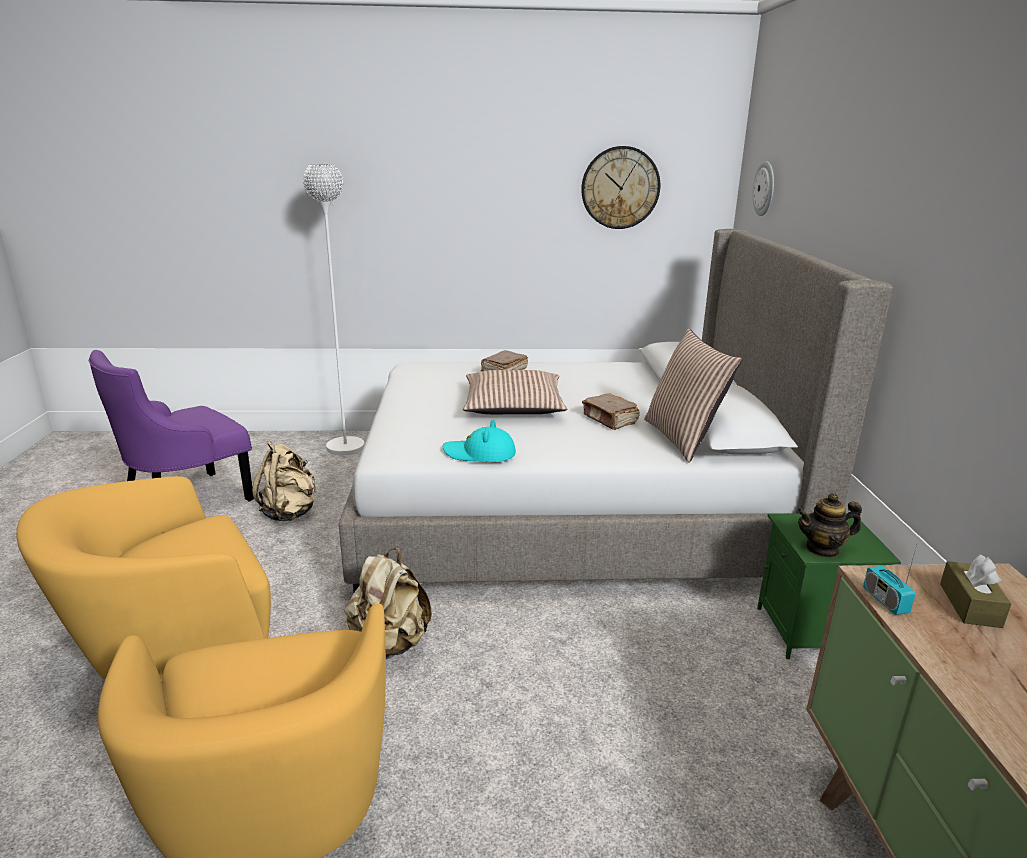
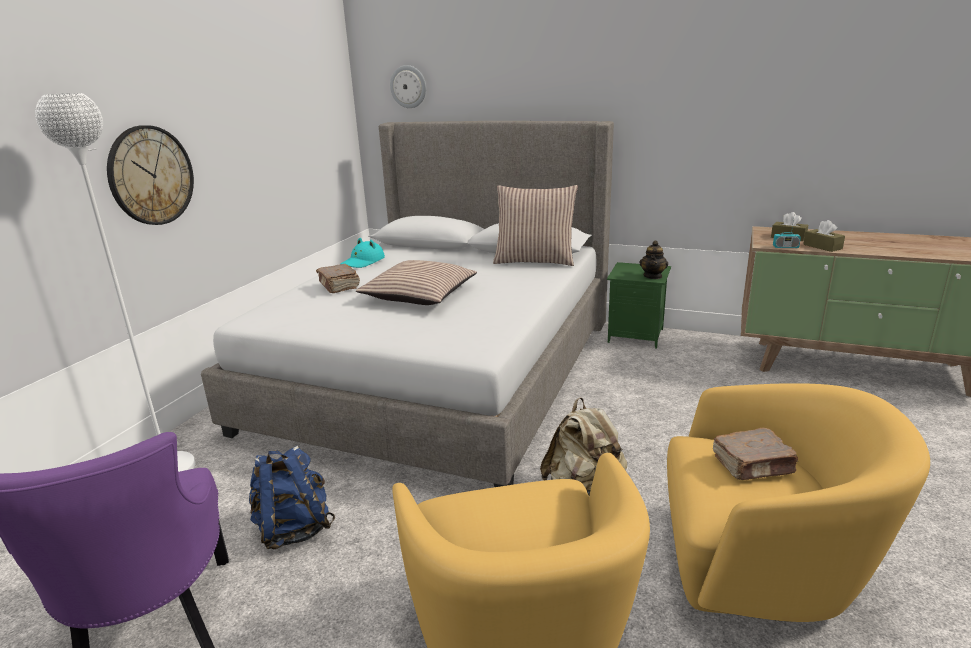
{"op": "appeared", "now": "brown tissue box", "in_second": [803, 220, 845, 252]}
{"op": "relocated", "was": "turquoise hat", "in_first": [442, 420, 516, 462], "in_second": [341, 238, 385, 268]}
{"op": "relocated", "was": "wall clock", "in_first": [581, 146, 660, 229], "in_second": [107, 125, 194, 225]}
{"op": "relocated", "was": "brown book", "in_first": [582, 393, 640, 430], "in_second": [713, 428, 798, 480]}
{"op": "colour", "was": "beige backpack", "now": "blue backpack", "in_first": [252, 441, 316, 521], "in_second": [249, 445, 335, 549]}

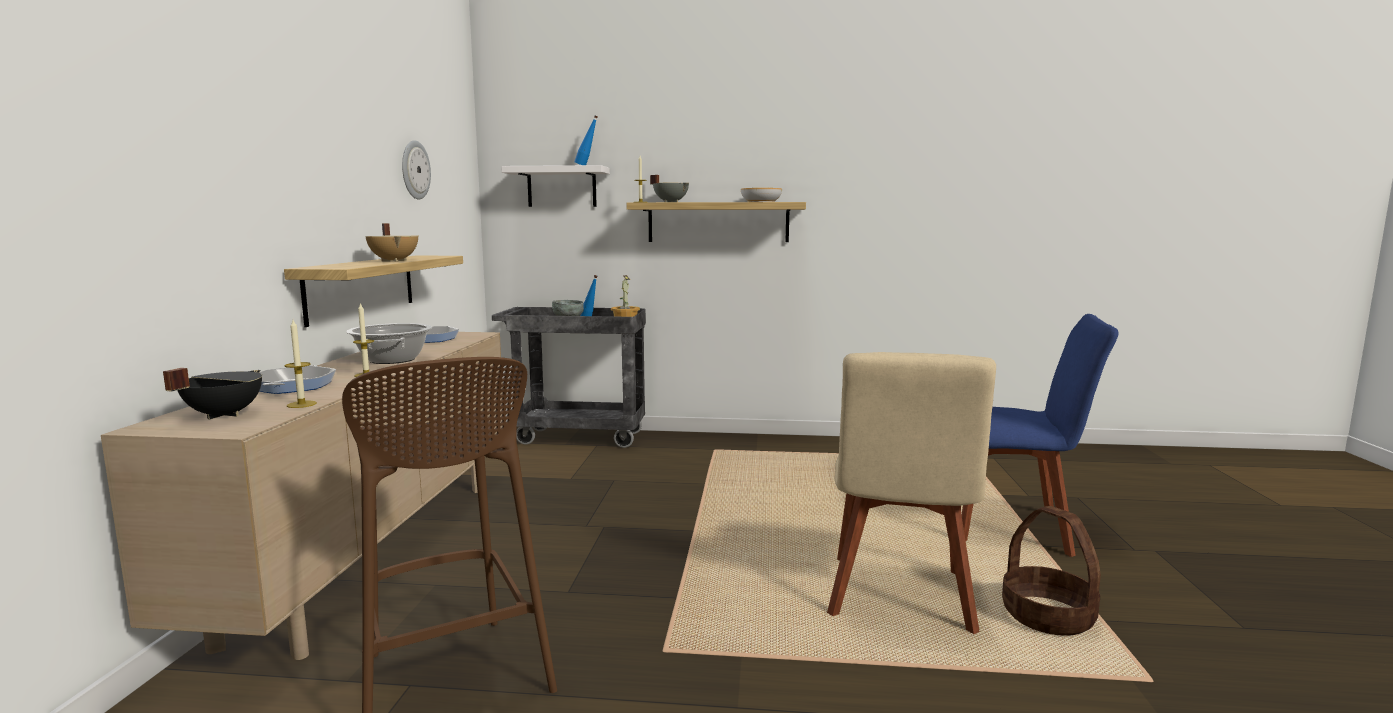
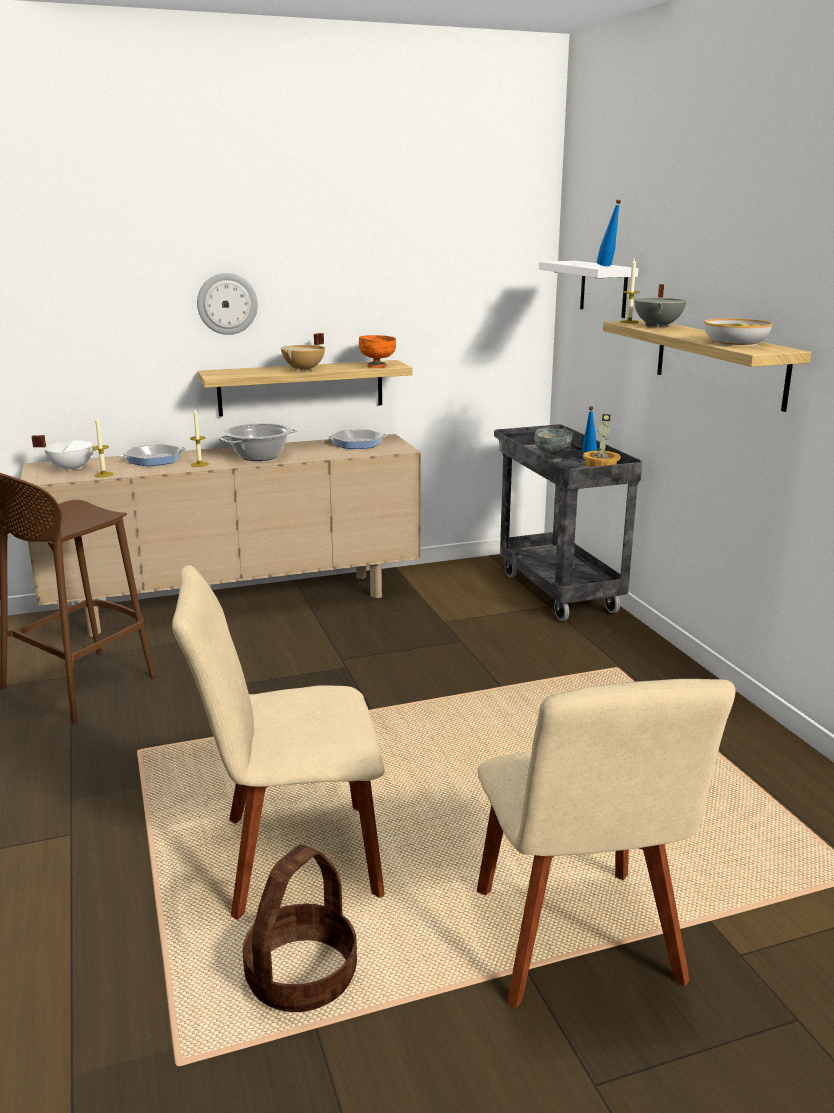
{"op": "appeared", "now": "orange bowl", "in_second": [359, 335, 396, 368]}
{"op": "relocated", "was": "wall clock", "in_first": [402, 140, 431, 200], "in_second": [197, 273, 258, 335]}
{"op": "colour", "was": "black cooking pot", "now": "white cooking pot", "in_first": [163, 368, 262, 419], "in_second": [31, 435, 98, 472]}
{"op": "colour", "was": "blue chair", "now": "beige chair", "in_first": [962, 314, 1119, 557], "in_second": [477, 679, 736, 1008]}

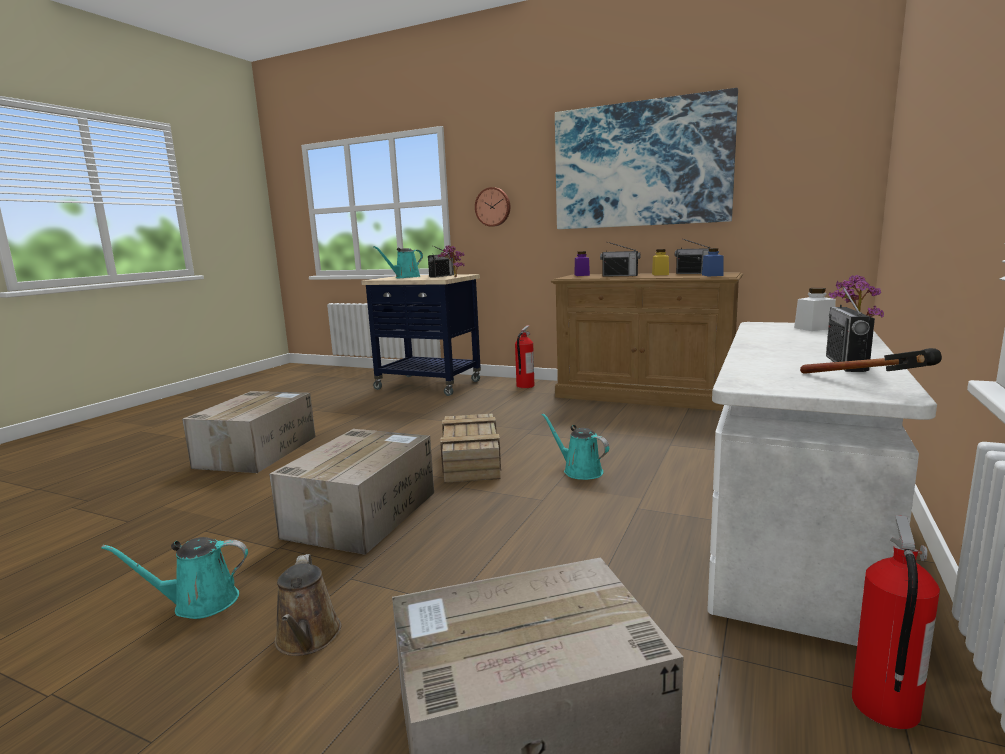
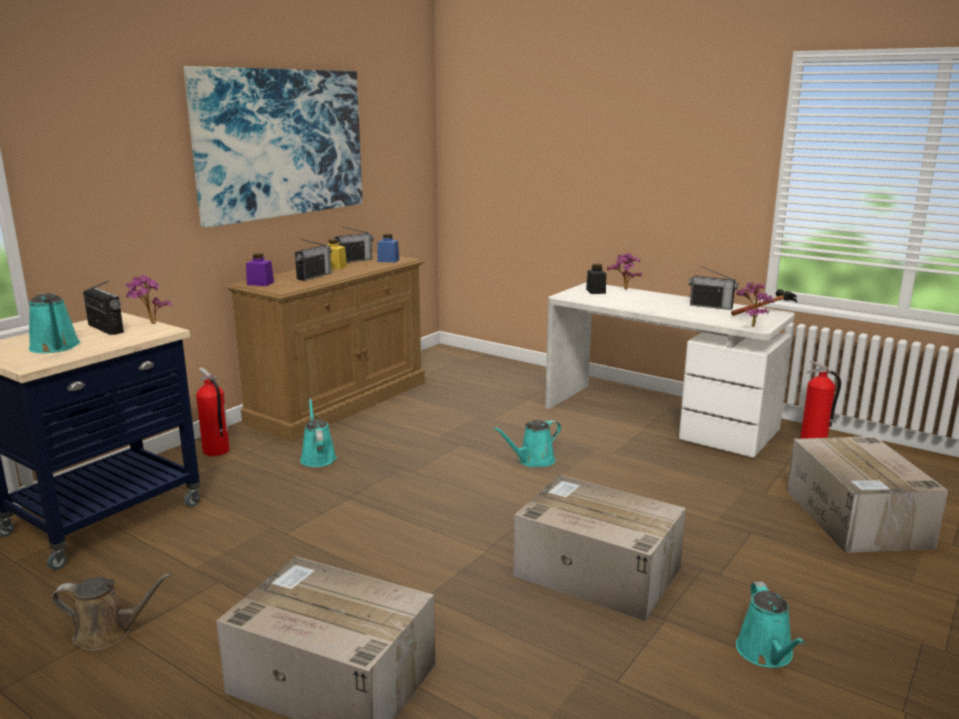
{"op": "missing", "was": "crate", "in_first": [440, 414, 501, 483]}
{"op": "missing", "was": "wall clock", "in_first": [475, 187, 510, 227]}
{"op": "appeared", "now": "turquoise watering can", "in_second": [300, 398, 337, 467]}
{"op": "appeared", "now": "potted plant", "in_second": [736, 282, 775, 327]}
{"op": "relocated", "was": "brown watering can", "in_first": [274, 554, 341, 656], "in_second": [52, 573, 171, 651]}
{"op": "colour", "was": "white jar", "now": "black jar", "in_first": [794, 288, 836, 331], "in_second": [586, 263, 606, 294]}

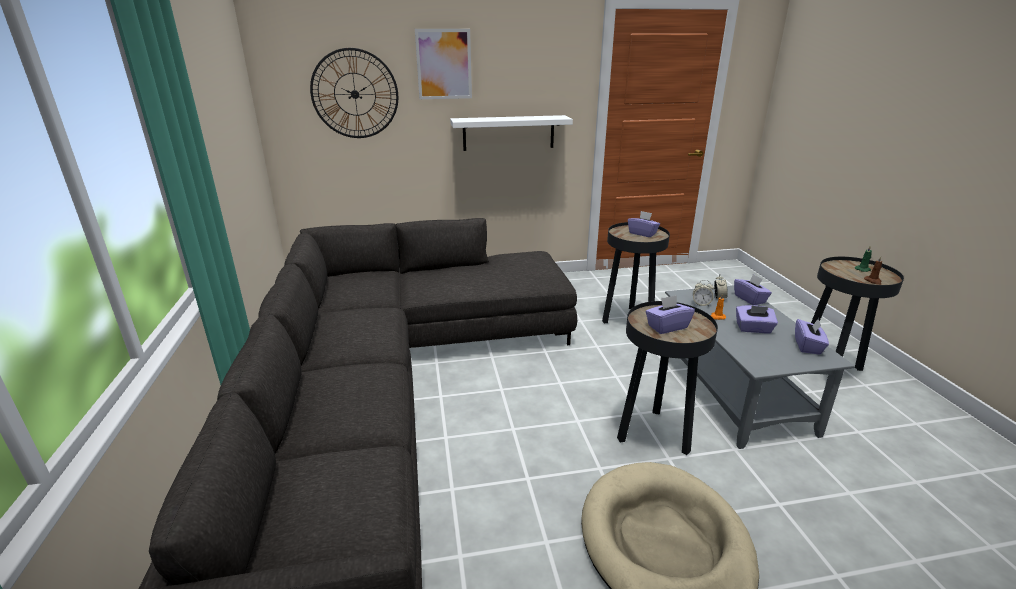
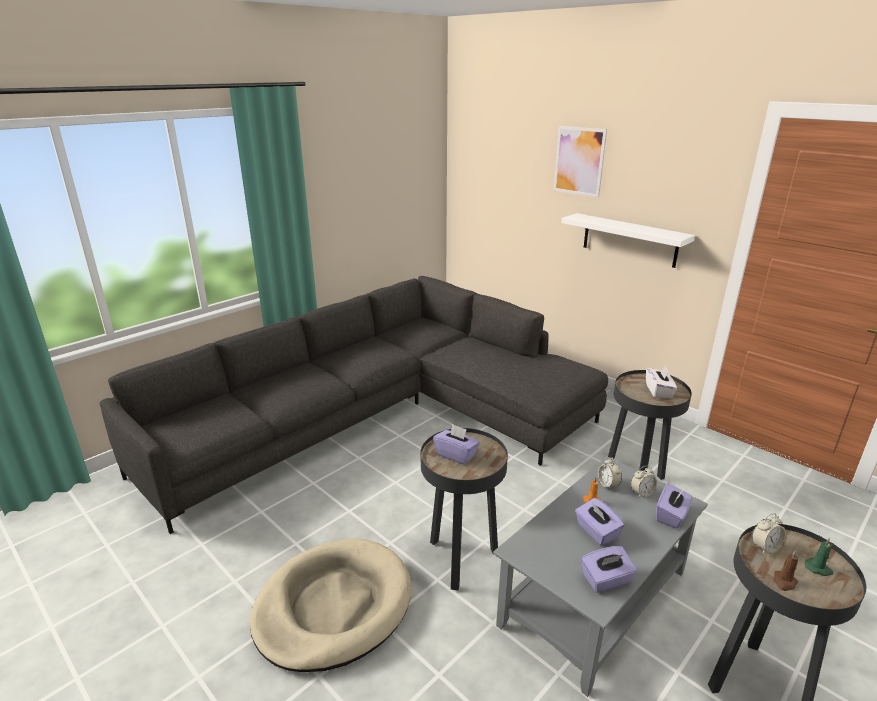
{"op": "missing", "was": "wall clock", "in_first": [310, 48, 398, 138]}
{"op": "appeared", "now": "alarm clock", "in_second": [752, 513, 786, 555]}
{"op": "colour", "was": "purple tissue box", "now": "white tissue box", "in_first": [628, 211, 660, 237], "in_second": [646, 366, 677, 398]}

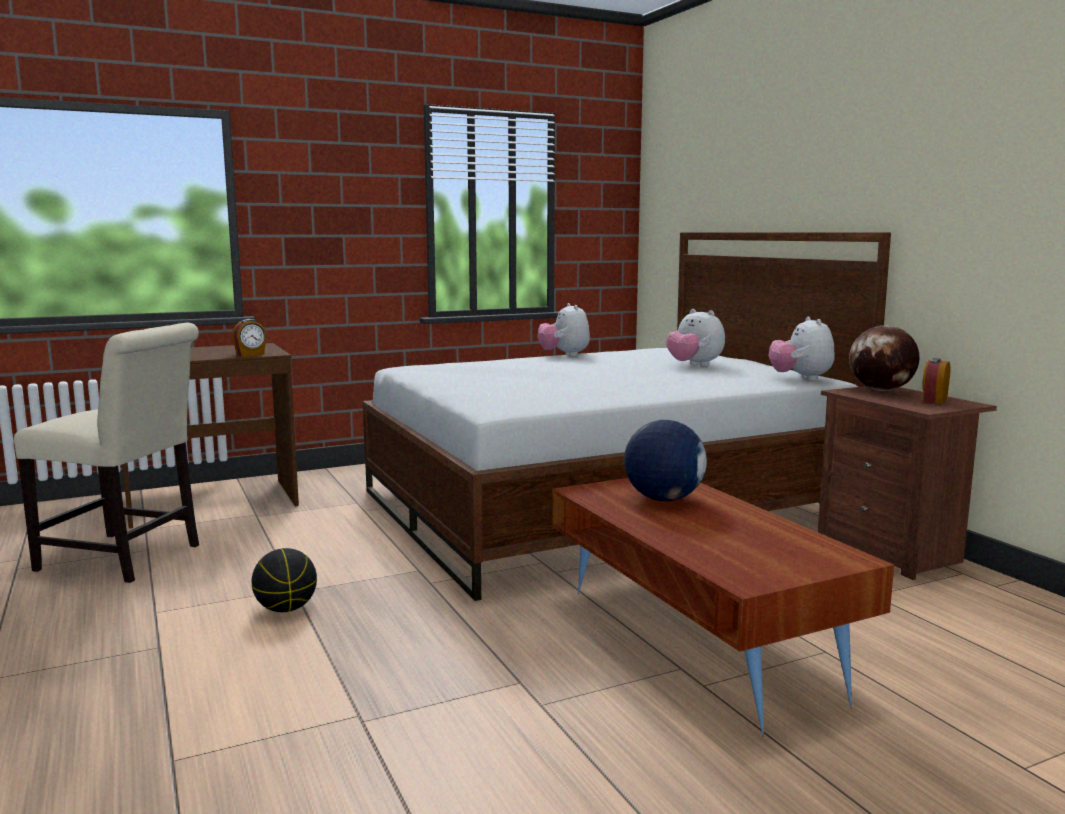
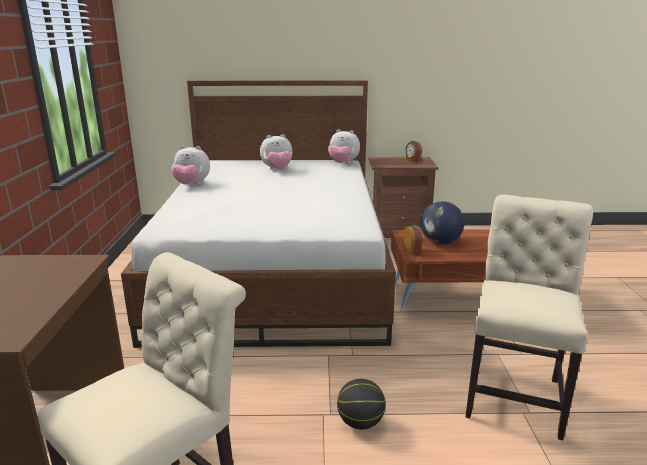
{"op": "missing", "was": "globe", "in_first": [849, 325, 919, 391]}
{"op": "appeared", "now": "beige chair", "in_second": [465, 195, 593, 440]}
{"op": "relocated", "was": "alarm clock", "in_first": [232, 319, 266, 357], "in_second": [403, 225, 423, 255]}

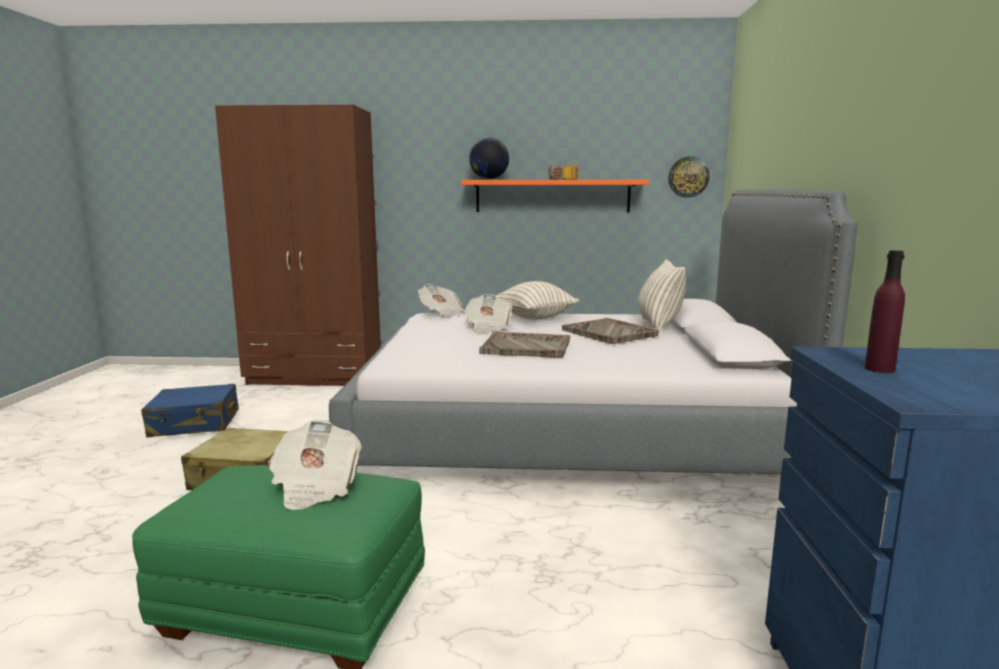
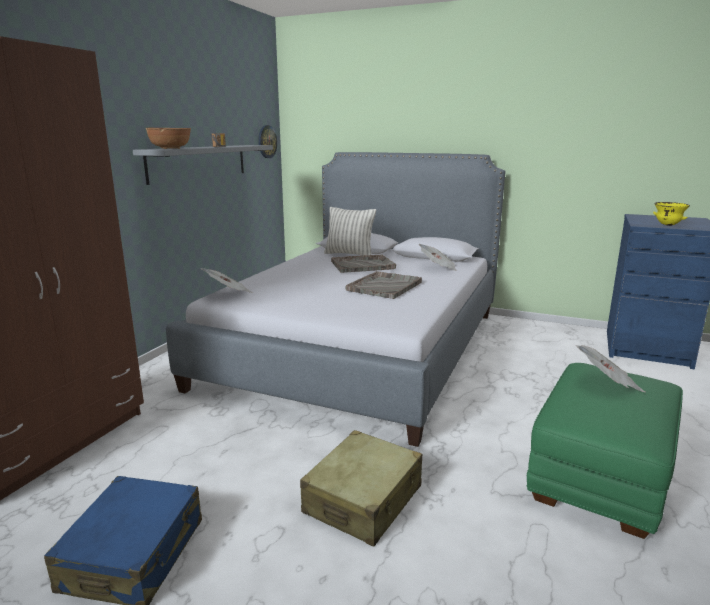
{"op": "missing", "was": "pillow", "in_first": [496, 281, 579, 320]}
{"op": "relocated", "was": "newspaper", "in_first": [463, 294, 513, 333], "in_second": [419, 244, 457, 271]}
{"op": "exchanged", "was": "globe", "now": "brown bowl", "in_first": [469, 138, 509, 180], "in_second": [145, 128, 191, 149]}
{"op": "exchanged", "was": "purple bottle", "now": "yellow bowl", "in_first": [865, 250, 905, 373], "in_second": [653, 202, 690, 226]}
{"op": "colour", "was": "orange shelf", "now": "grey shelf", "in_first": [461, 180, 649, 212], "in_second": [133, 145, 273, 185]}

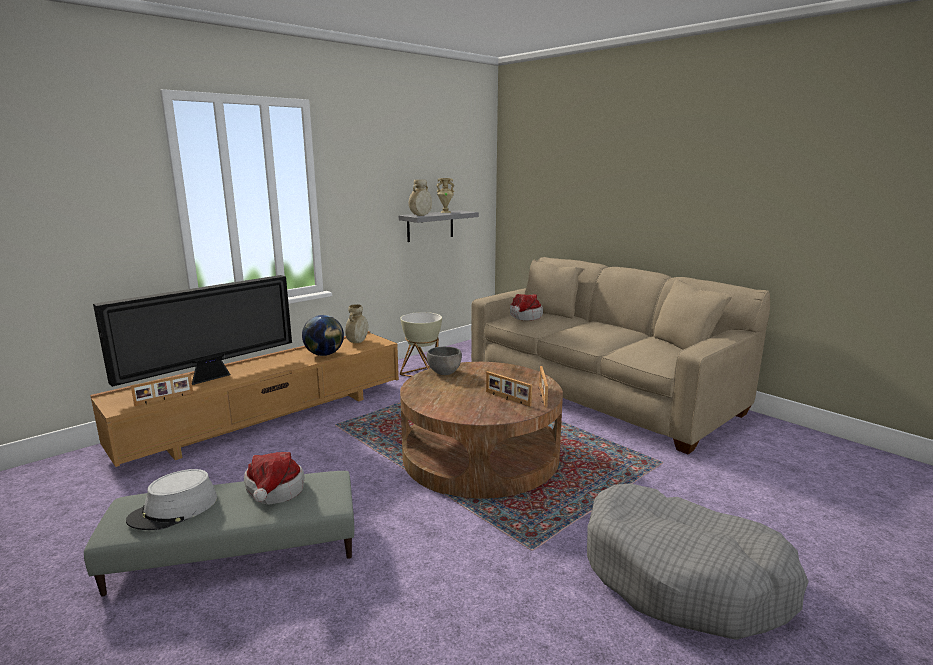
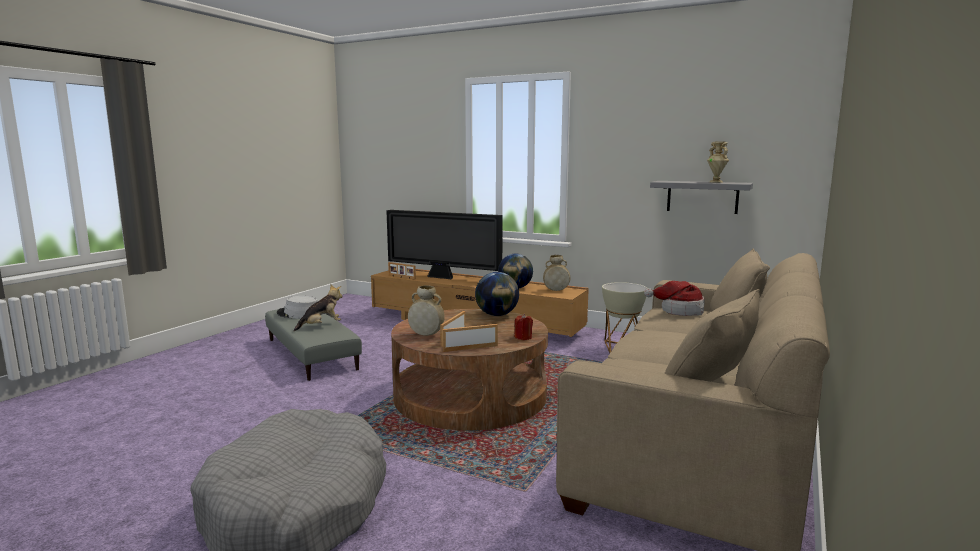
{"op": "appeared", "now": "red candle", "in_second": [514, 314, 533, 340]}
{"op": "relocated", "was": "beige vase", "in_first": [409, 180, 432, 216], "in_second": [408, 285, 445, 336]}
{"op": "exchanged", "was": "hat", "now": "plush toy", "in_first": [244, 452, 305, 505], "in_second": [294, 285, 343, 331]}
{"op": "exchanged", "was": "grey bowl", "now": "globe", "in_first": [427, 347, 462, 375], "in_second": [475, 272, 519, 316]}

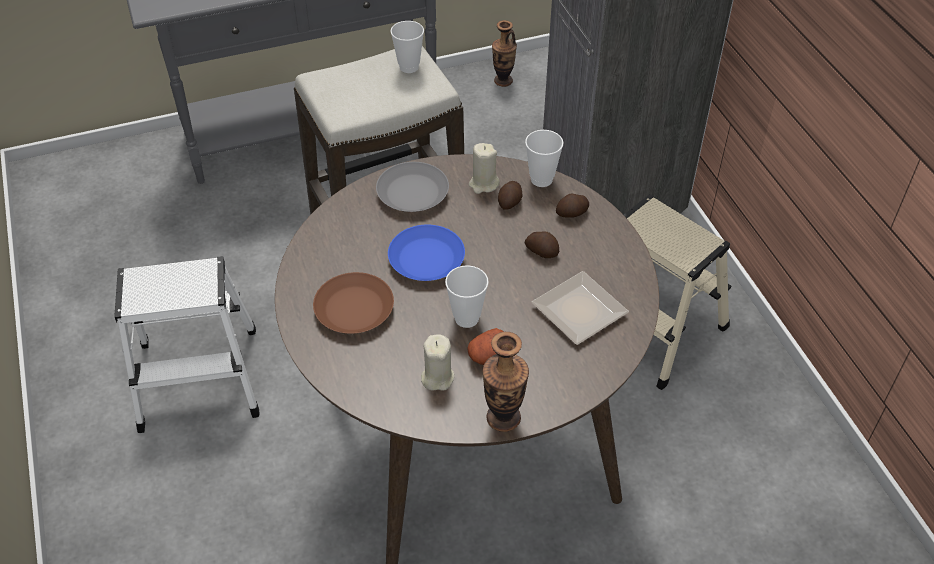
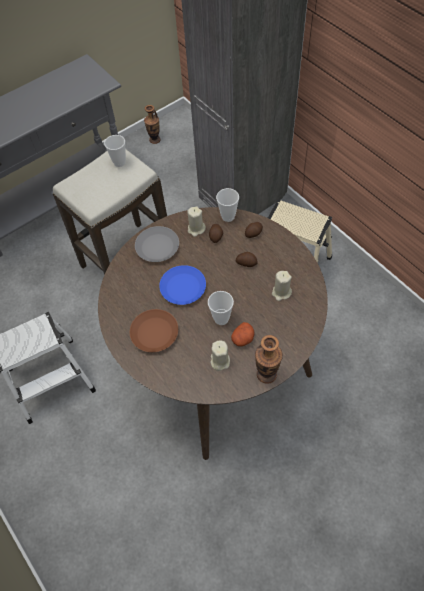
{"op": "exchanged", "was": "plate", "now": "beige candle", "in_first": [531, 271, 629, 345], "in_second": [272, 271, 292, 301]}

